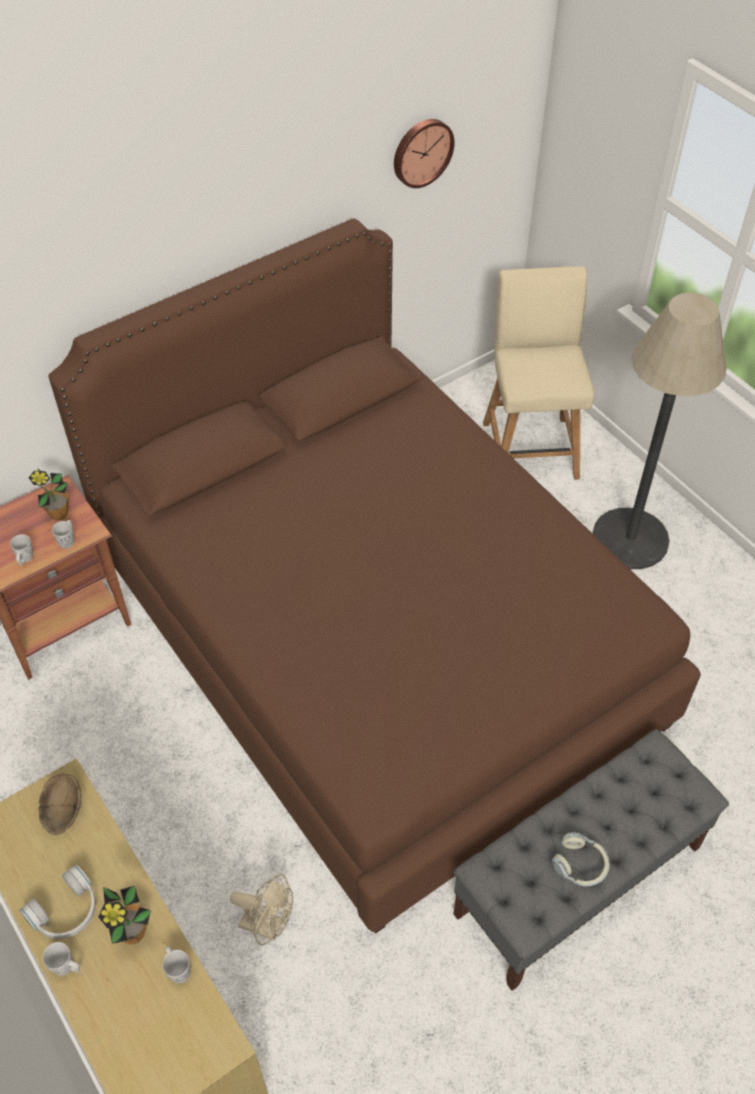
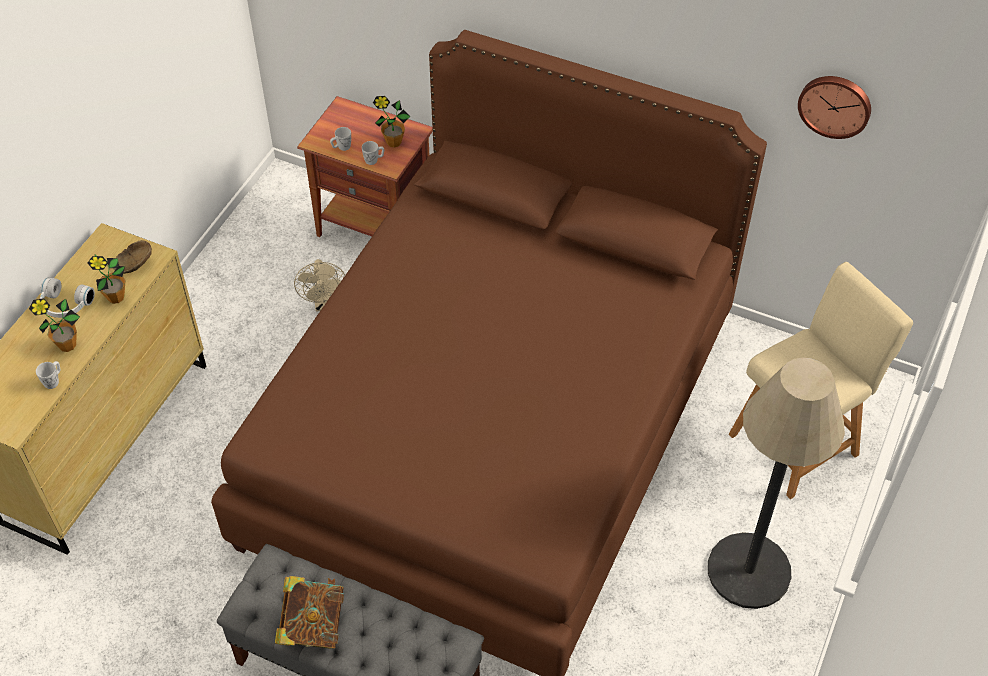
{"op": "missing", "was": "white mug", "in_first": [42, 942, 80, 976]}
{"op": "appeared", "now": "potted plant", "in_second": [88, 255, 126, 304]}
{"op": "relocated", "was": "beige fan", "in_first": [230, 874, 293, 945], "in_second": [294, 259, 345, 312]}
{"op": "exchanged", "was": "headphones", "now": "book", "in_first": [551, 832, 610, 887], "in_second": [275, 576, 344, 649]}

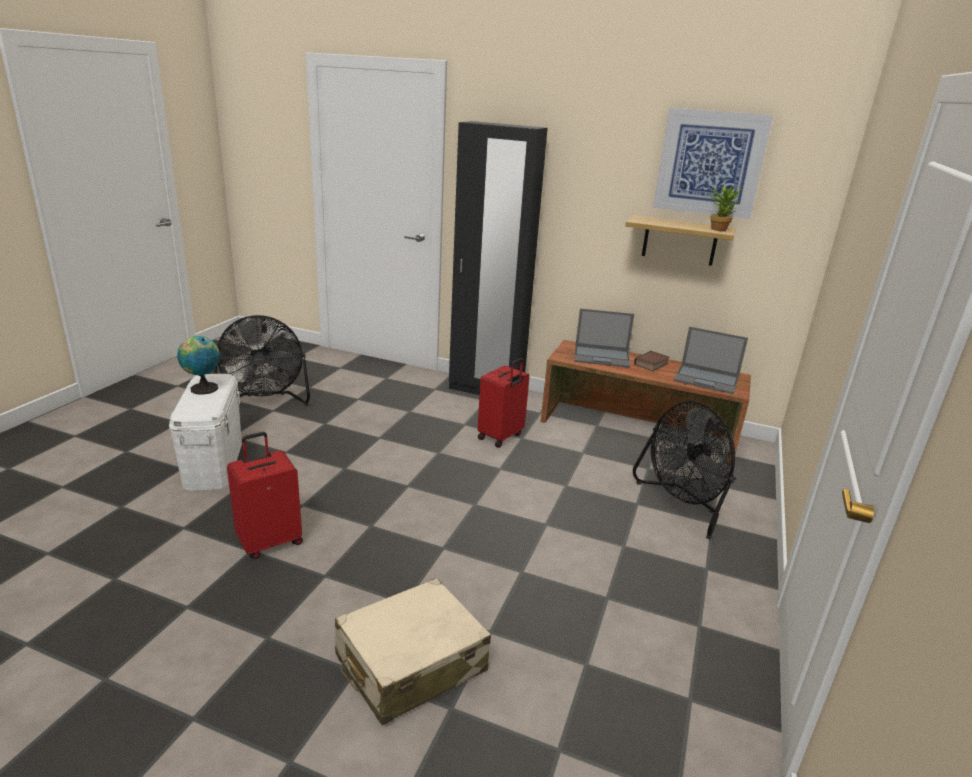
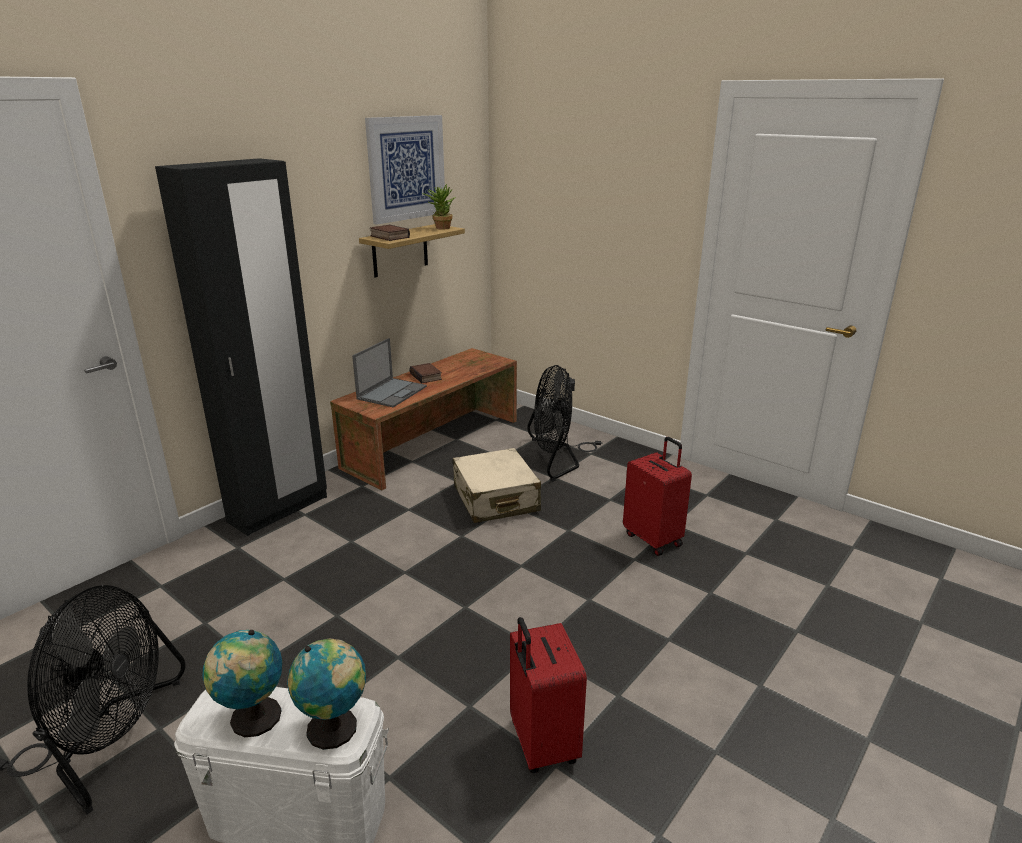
{"op": "missing", "was": "laptop", "in_first": [674, 326, 748, 394]}
{"op": "appeared", "now": "globe", "in_second": [287, 639, 366, 750]}
{"op": "appeared", "now": "book", "in_second": [370, 225, 410, 241]}
{"op": "relocated", "was": "beige suitcase", "in_first": [335, 578, 491, 726], "in_second": [453, 448, 541, 523]}
{"op": "relocated", "was": "red suitcase", "in_first": [477, 358, 530, 448], "in_second": [623, 437, 692, 556]}
{"op": "spun", "was": "black fan", "in_first": [633, 402, 736, 539], "in_second": [527, 365, 603, 482], "clockwise": 90}

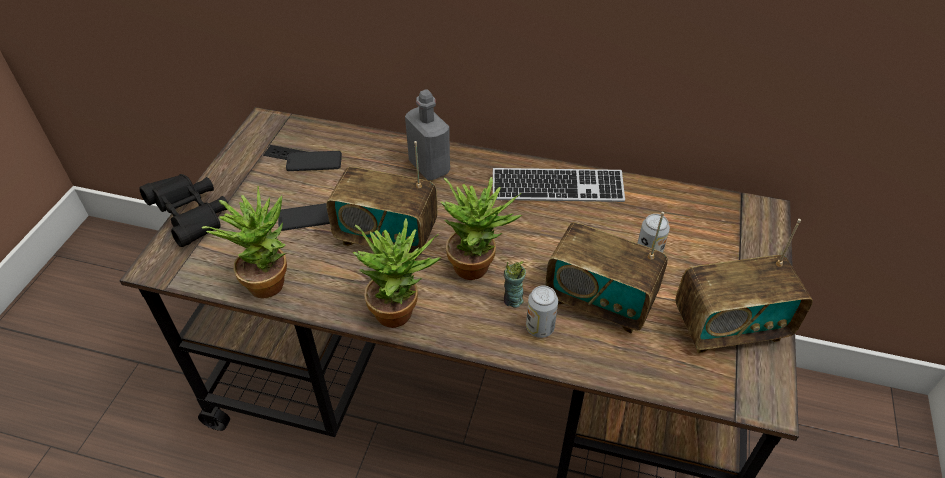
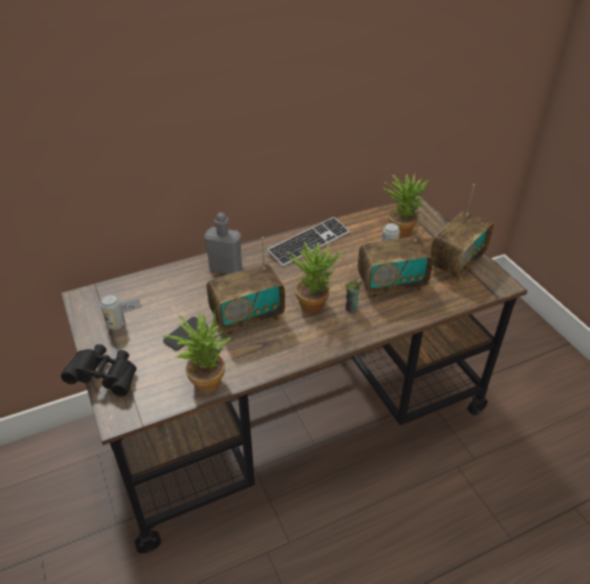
{"op": "missing", "was": "phone", "in_first": [286, 151, 342, 171]}
{"op": "relocated", "was": "potted plant", "in_first": [353, 219, 441, 328], "in_second": [383, 173, 430, 237]}
{"op": "relocated", "was": "can", "in_first": [526, 285, 558, 338], "in_second": [100, 294, 125, 330]}

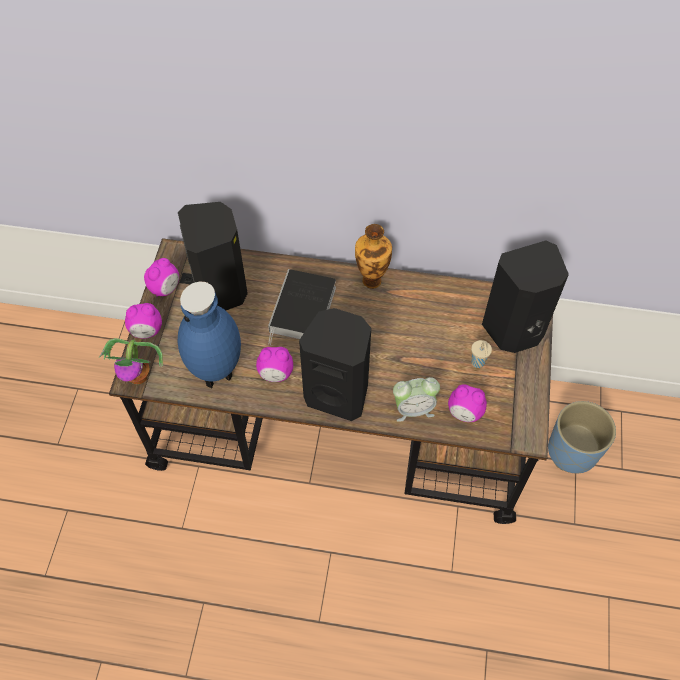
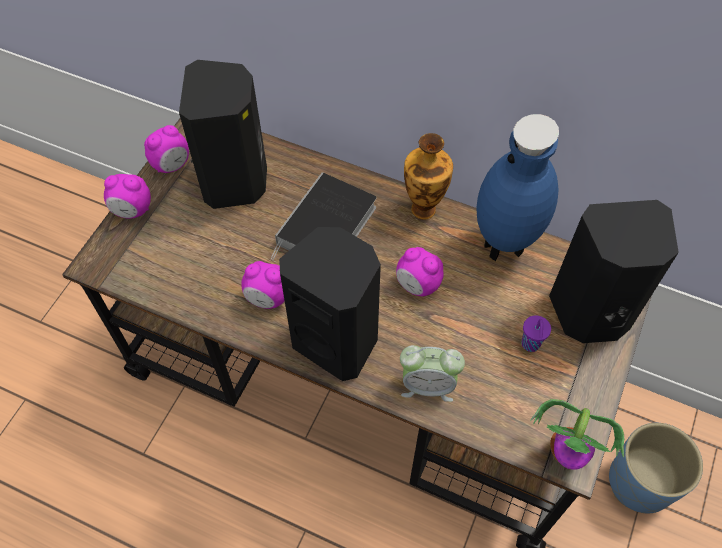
{"op": "relocated", "was": "potted plant", "in_first": [99, 338, 163, 384], "in_second": [530, 399, 624, 470]}
{"op": "relocated", "was": "blue vase", "in_first": [178, 281, 241, 388], "in_second": [476, 114, 559, 261]}
{"op": "relocated", "was": "alarm clock", "in_first": [448, 385, 487, 422], "in_second": [396, 247, 444, 297]}
{"op": "colour", "was": "beige cup", "now": "purple cup", "in_first": [471, 340, 492, 368], "in_second": [522, 315, 551, 352]}

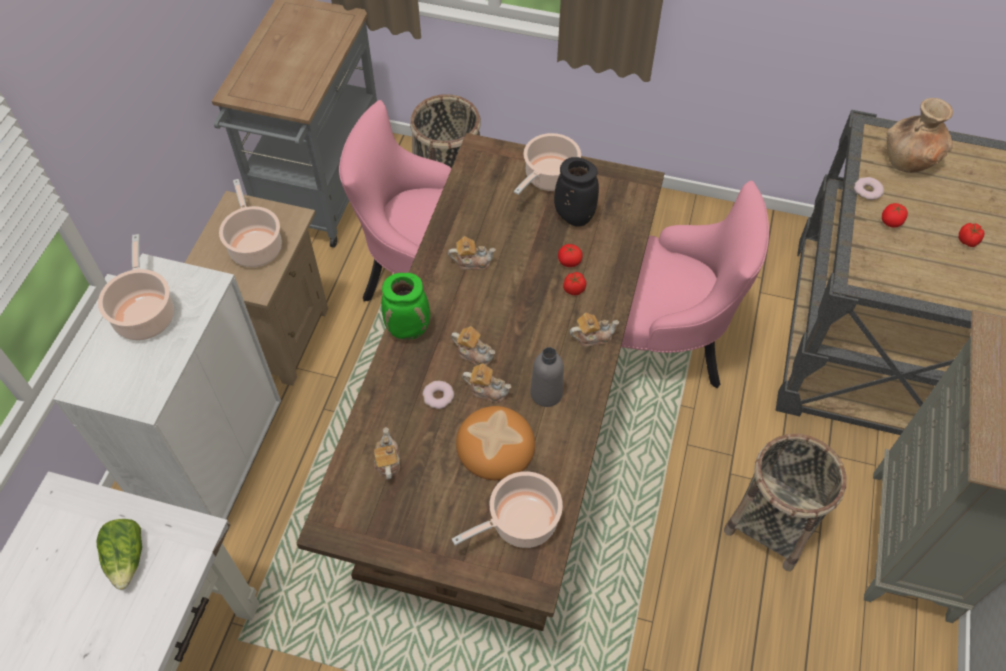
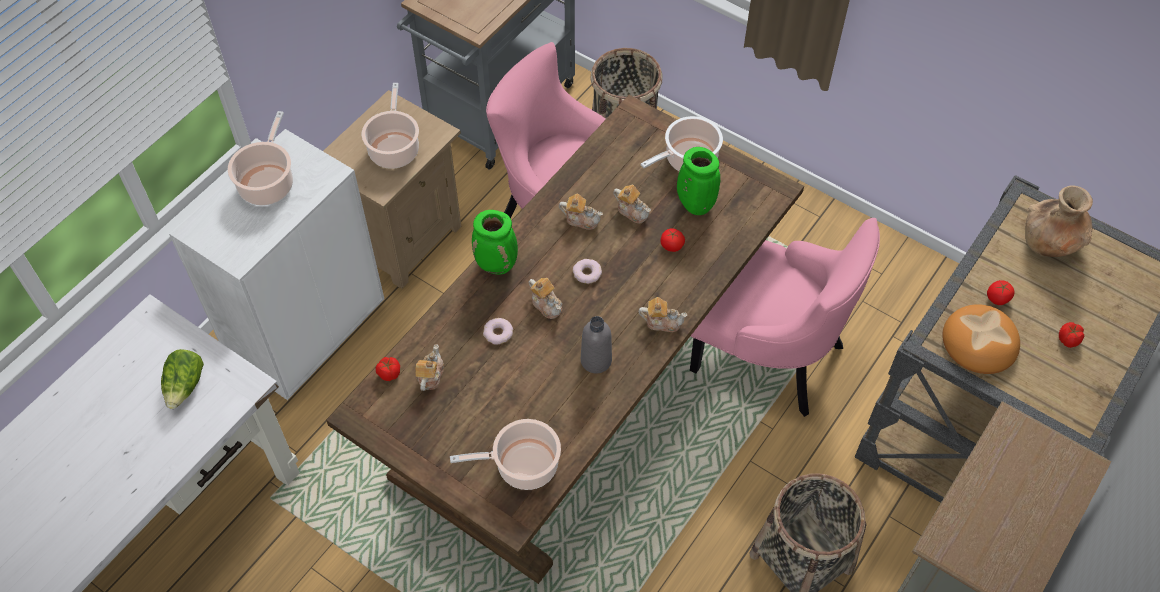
{"op": "relocated", "was": "bread", "in_first": [456, 406, 535, 480], "in_second": [942, 304, 1020, 374]}
{"op": "relocated", "was": "teapot", "in_first": [462, 363, 511, 402], "in_second": [613, 185, 651, 223]}
{"op": "relocated", "was": "tomato", "in_first": [563, 272, 586, 296], "in_second": [376, 357, 400, 381]}
{"op": "relocated", "was": "donut", "in_first": [854, 177, 884, 200], "in_second": [573, 259, 602, 284]}
{"op": "colour", "was": "black vase", "now": "green vase", "in_first": [554, 157, 599, 227], "in_second": [677, 147, 721, 215]}

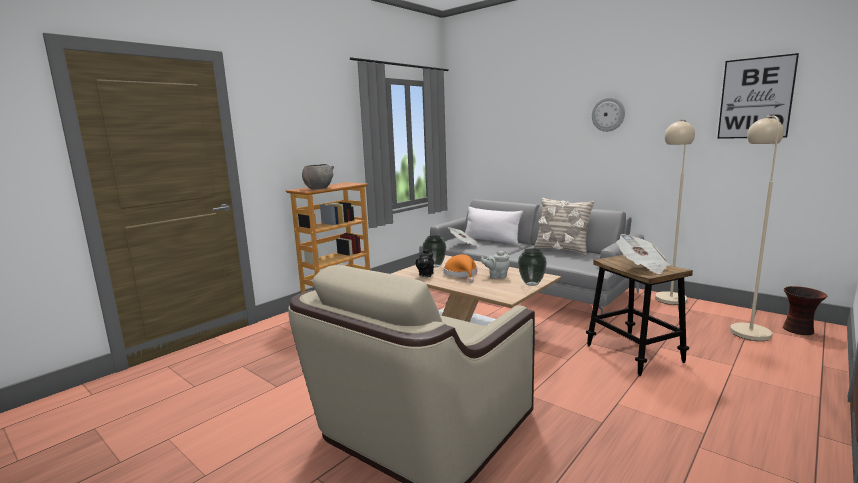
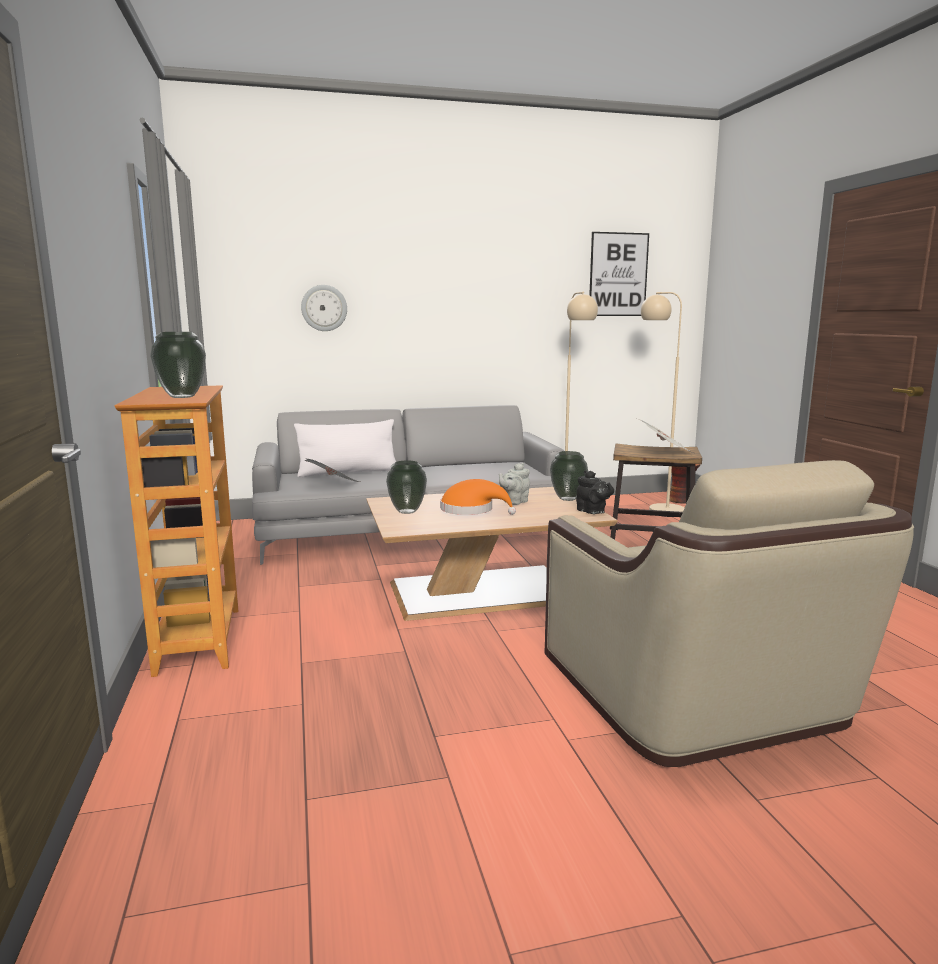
{"op": "missing", "was": "beige pillow", "in_first": [534, 198, 594, 256]}
{"op": "relocated", "was": "black teapot", "in_first": [416, 248, 434, 277], "in_second": [576, 470, 614, 514]}
{"op": "relocated", "was": "wall clock", "in_first": [592, 97, 625, 132], "in_second": [301, 285, 347, 331]}
{"op": "exchanged", "was": "grey bowl", "now": "vase", "in_first": [302, 164, 334, 189], "in_second": [150, 332, 206, 398]}

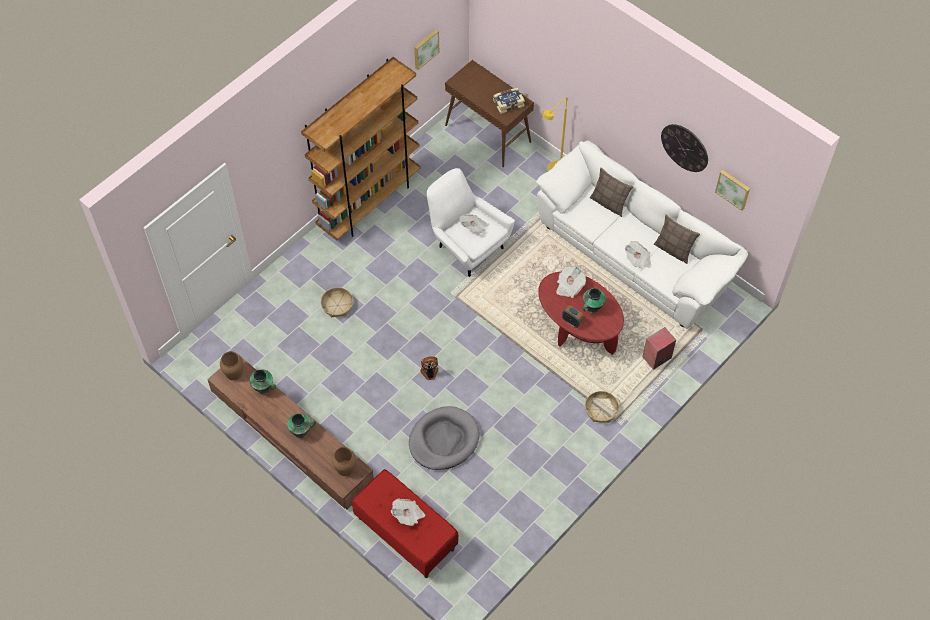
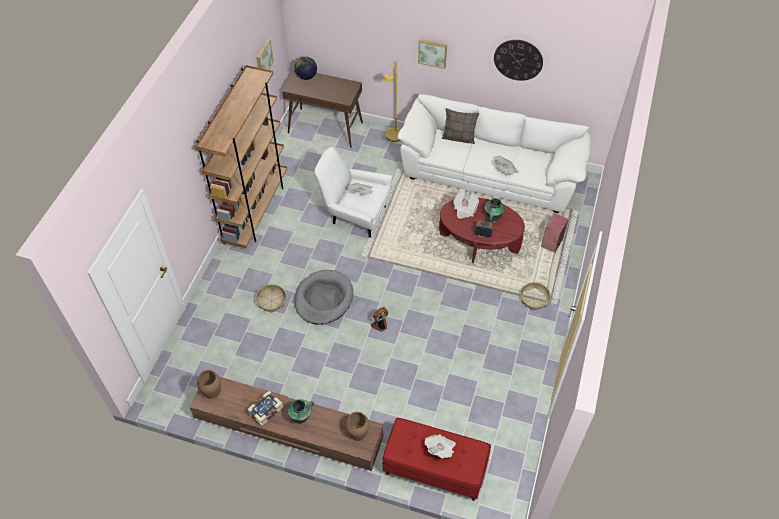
{"op": "missing", "was": "vase", "in_first": [249, 369, 276, 395]}
{"op": "missing", "was": "pillow", "in_first": [654, 214, 700, 264]}
{"op": "appeared", "now": "globe", "in_second": [294, 57, 317, 80]}
{"op": "relocated", "was": "grey dog bed", "in_first": [409, 406, 480, 470], "in_second": [295, 270, 353, 325]}
{"op": "relocated", "was": "book", "in_first": [493, 88, 525, 114], "in_second": [247, 391, 283, 426]}
{"op": "relocated", "was": "picture", "in_first": [715, 170, 750, 211], "in_second": [418, 39, 447, 69]}

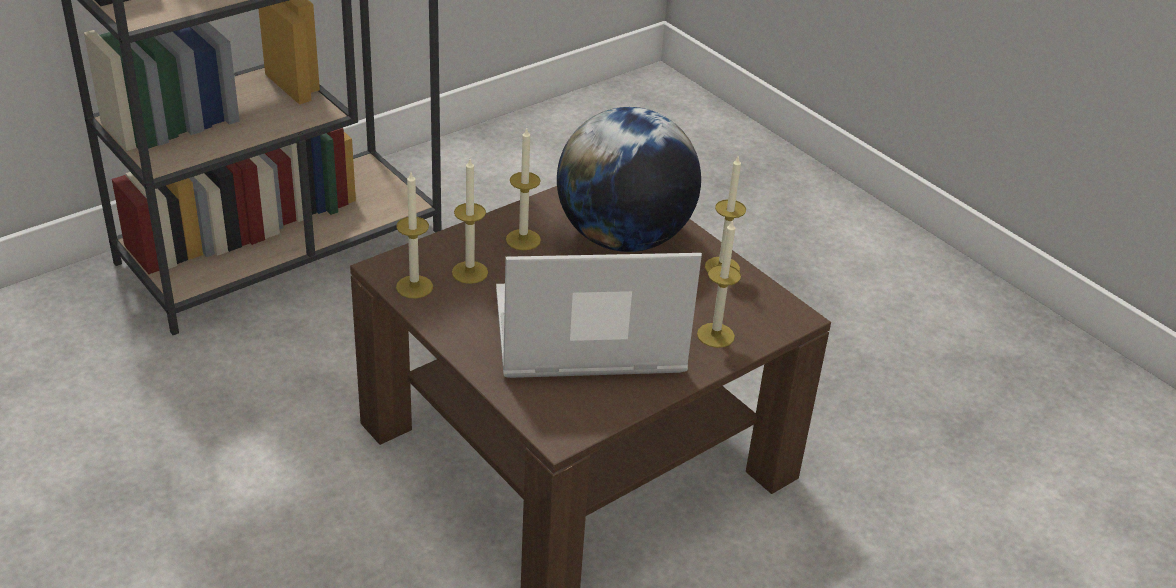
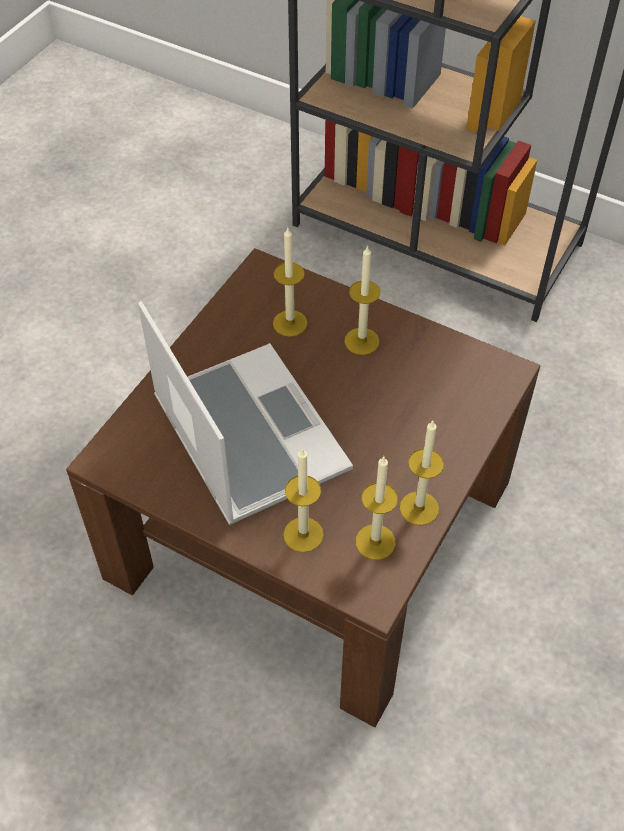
{"op": "missing", "was": "globe", "in_first": [557, 107, 701, 252]}
{"op": "relocated", "was": "candle", "in_first": [396, 172, 433, 298], "in_second": [356, 456, 398, 560]}

